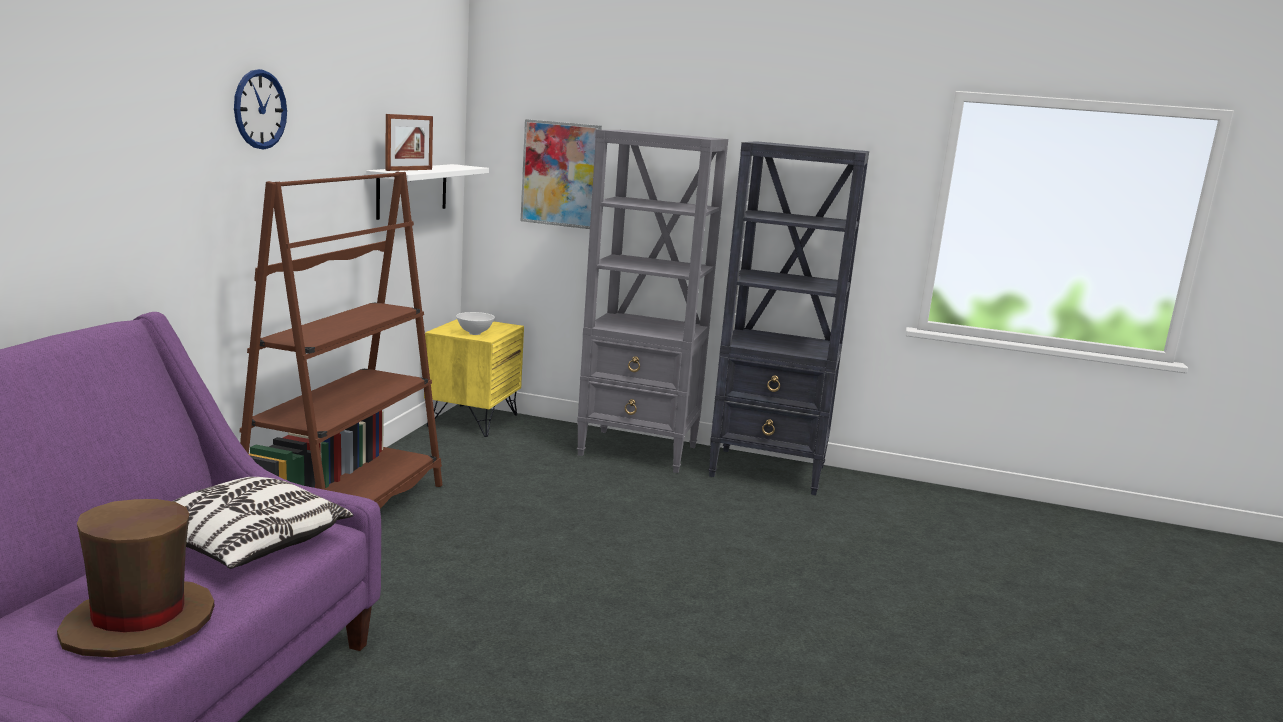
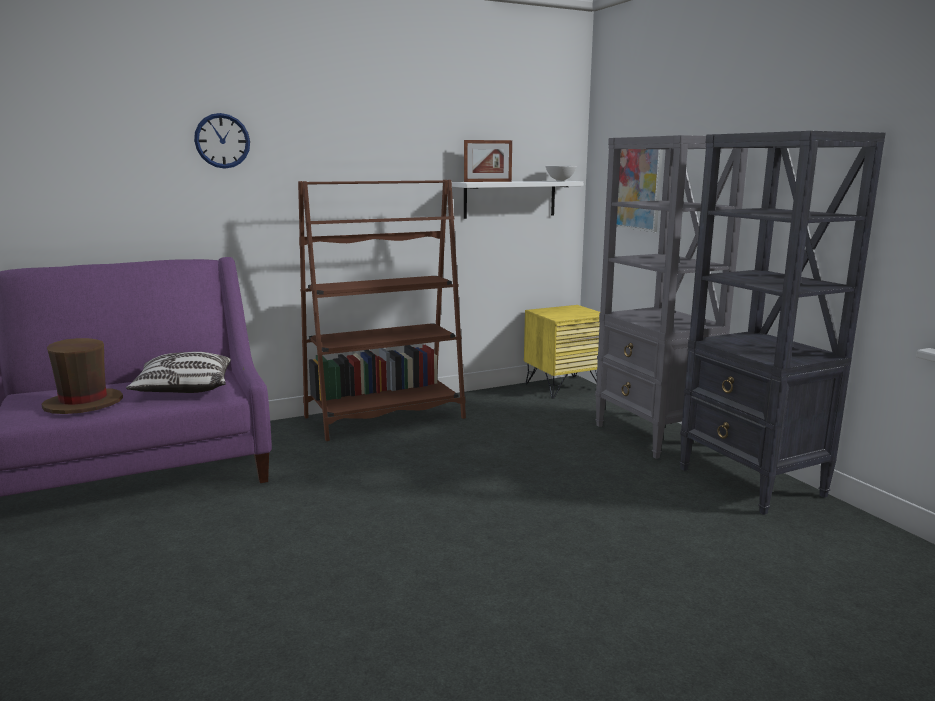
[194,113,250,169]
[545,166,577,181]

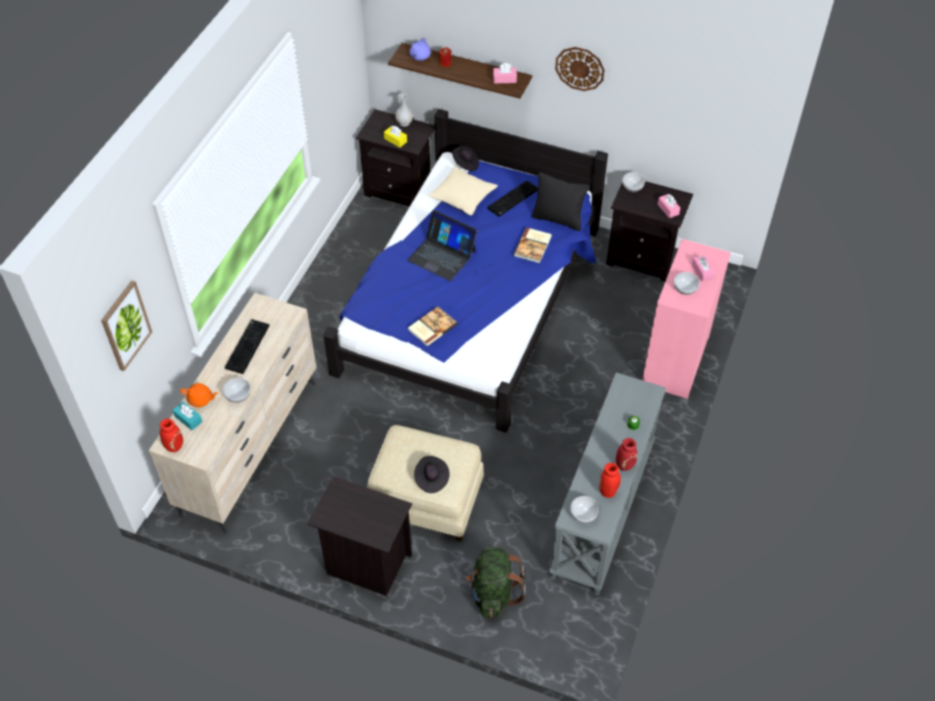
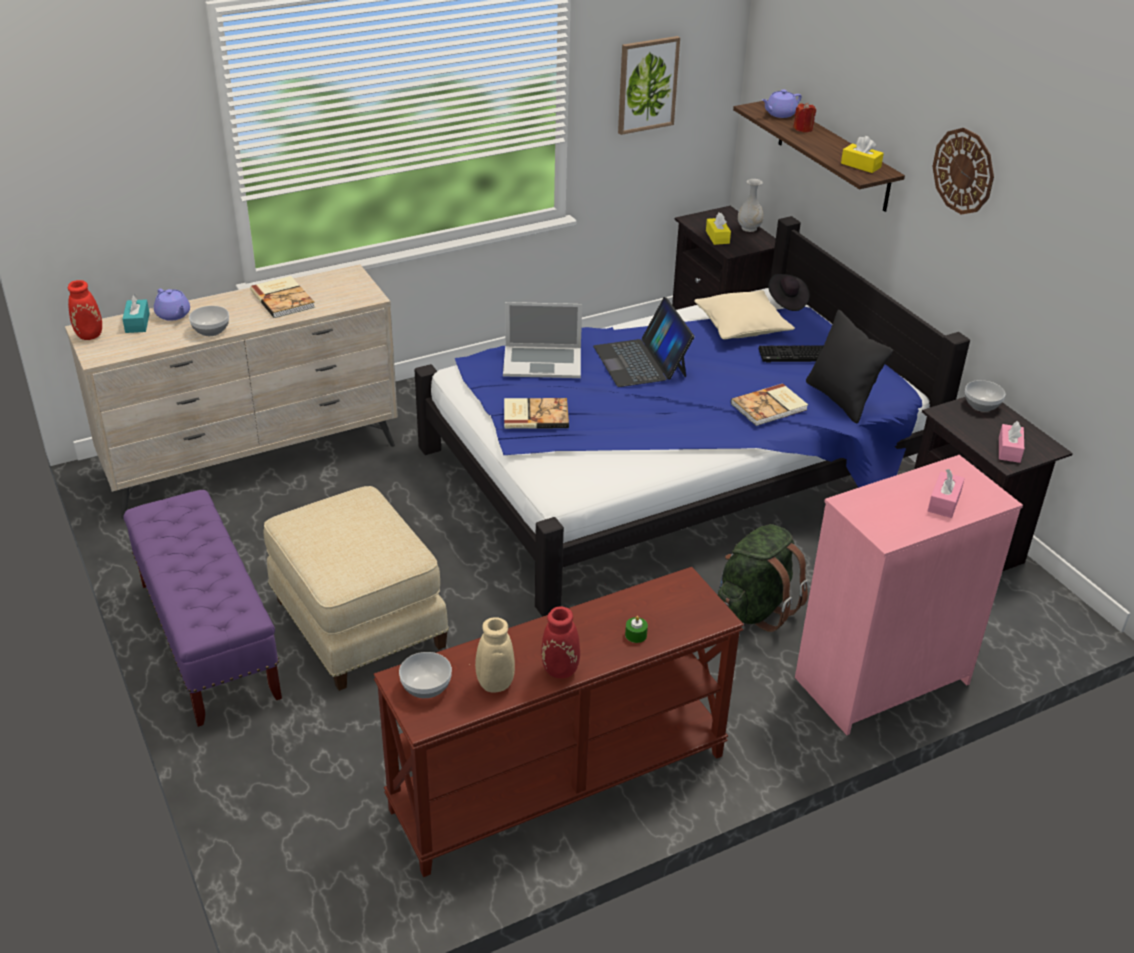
[841,136,884,173]
[674,272,700,295] (first image)
[618,36,680,135]
[250,276,315,318]
[373,567,744,877]
[154,289,190,321]
[414,456,450,493] (first image)
[475,617,515,693]
[123,490,282,727]
[718,524,809,632]
[503,302,582,378]

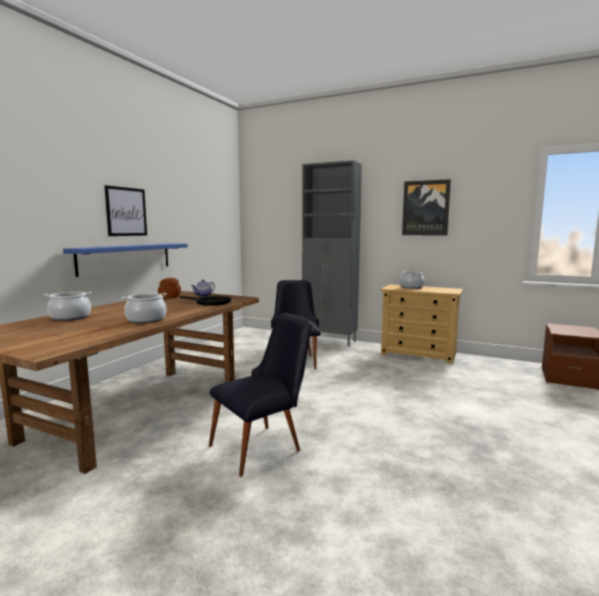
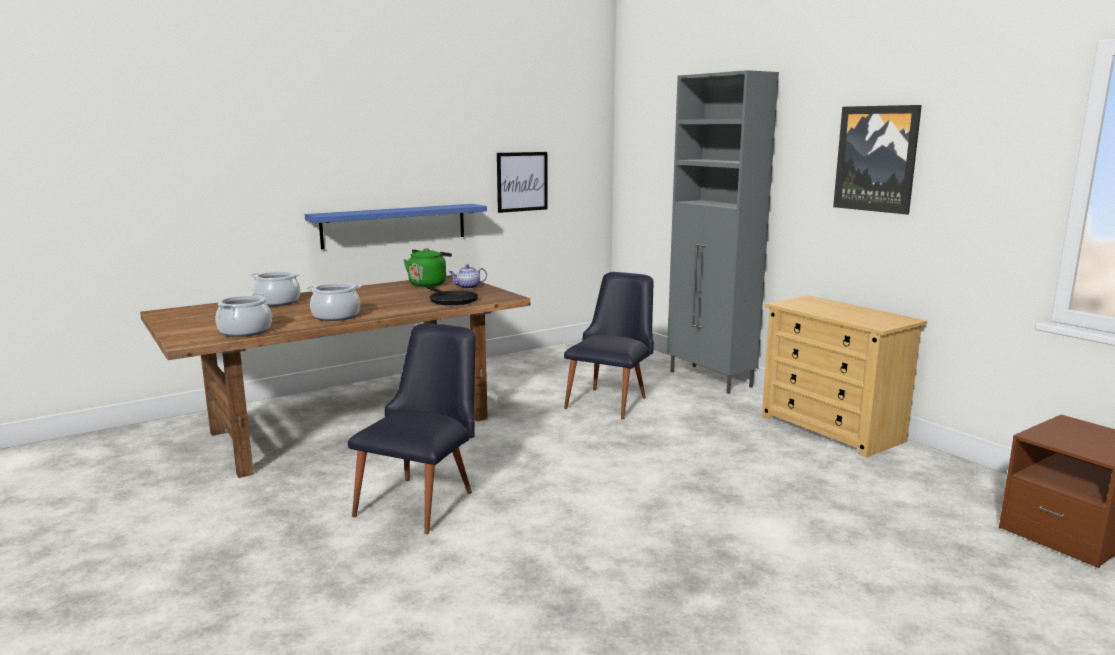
[497,152,547,213]
[215,293,272,337]
[404,248,452,287]
[348,323,475,534]

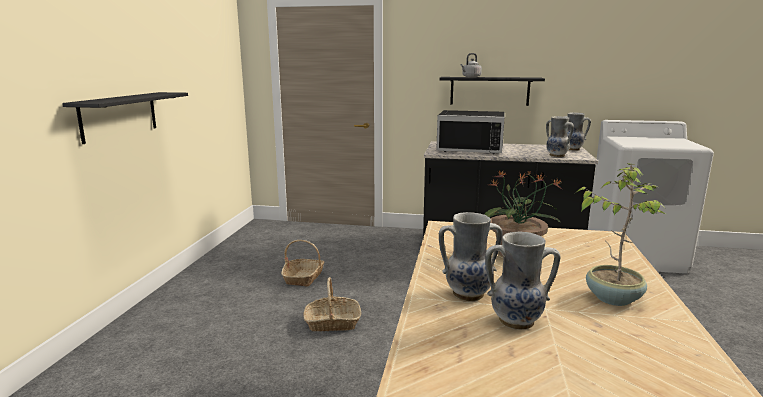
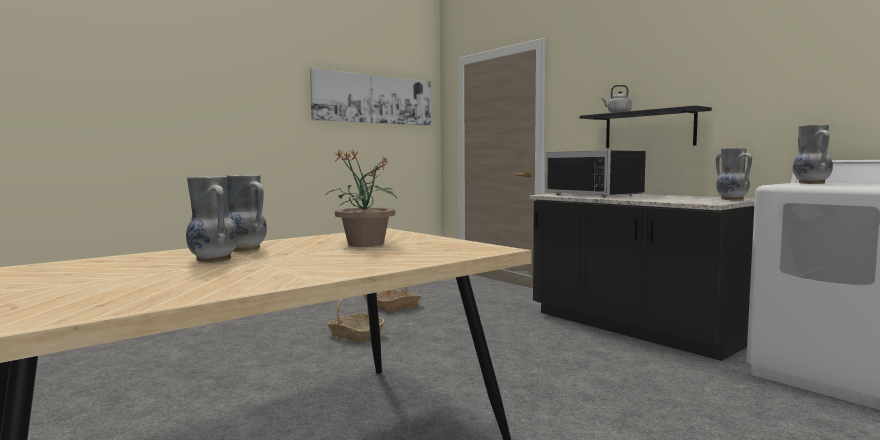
[62,92,188,144] (first image)
[793,125,833,184]
[577,163,668,306] (first image)
[310,68,431,126]

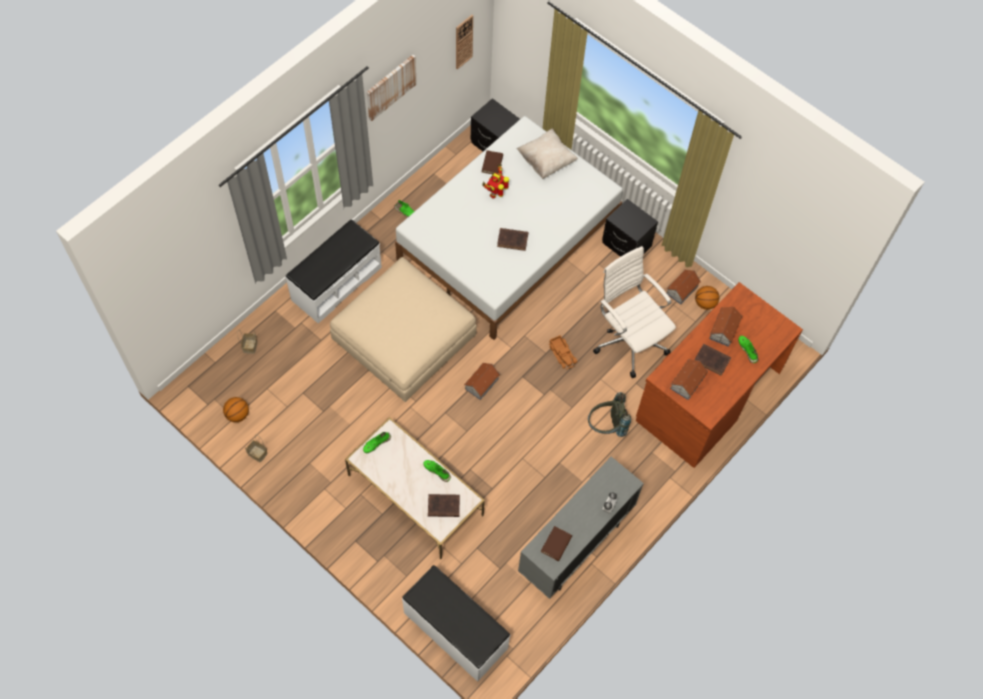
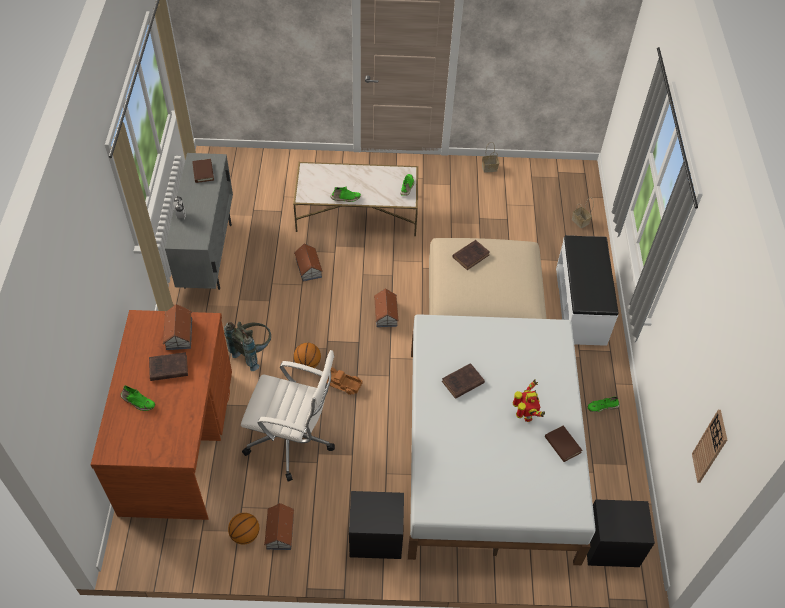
[367,55,417,121] (first image)
[516,129,578,179] (first image)
[294,243,323,282]
[294,343,321,368]
[452,240,490,270]
[402,565,511,682] (first image)

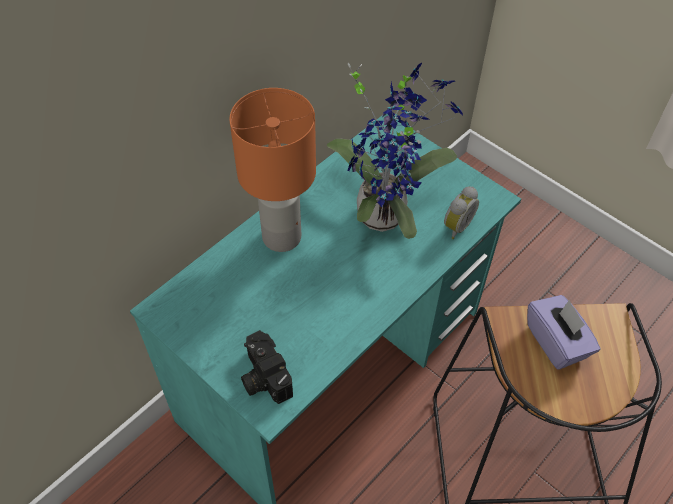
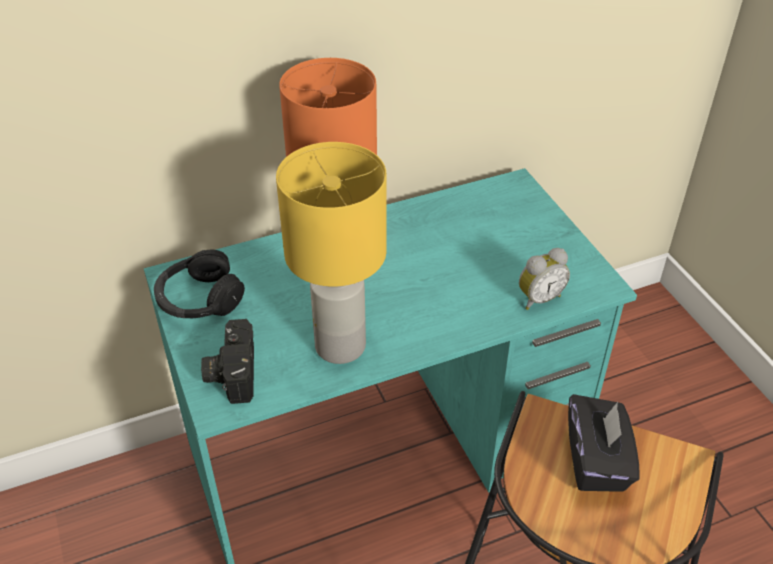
[327,63,463,239] (first image)
[568,394,640,492]
[276,142,387,364]
[154,250,245,318]

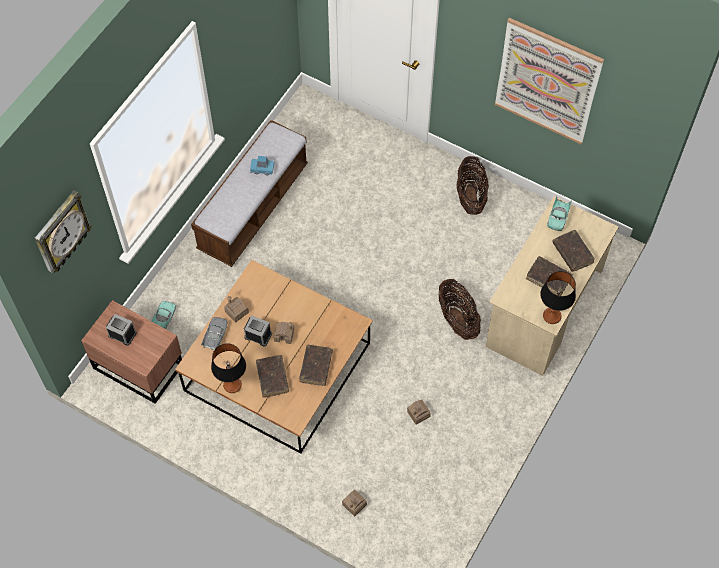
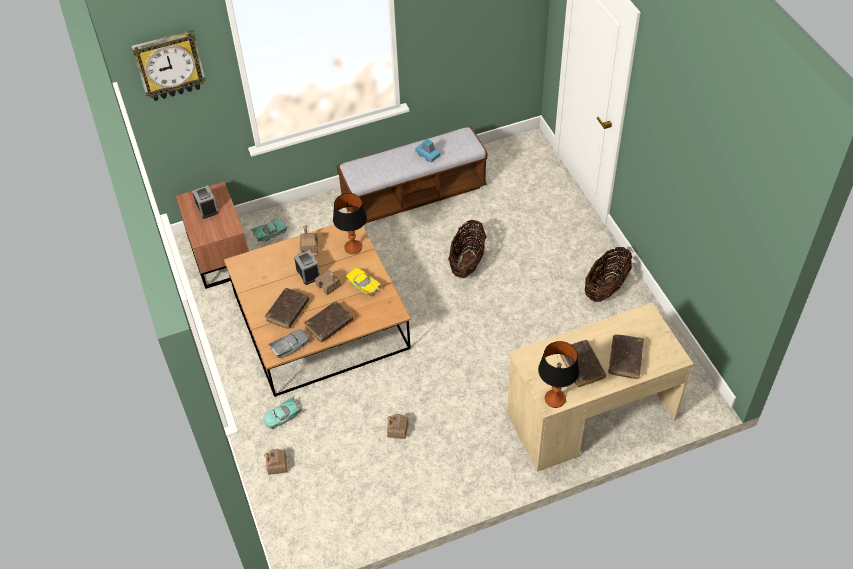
[495,18,604,144] (first image)
[263,396,302,429]
[448,220,486,278]
[268,329,309,358]
[333,193,367,254]
[346,268,381,296]

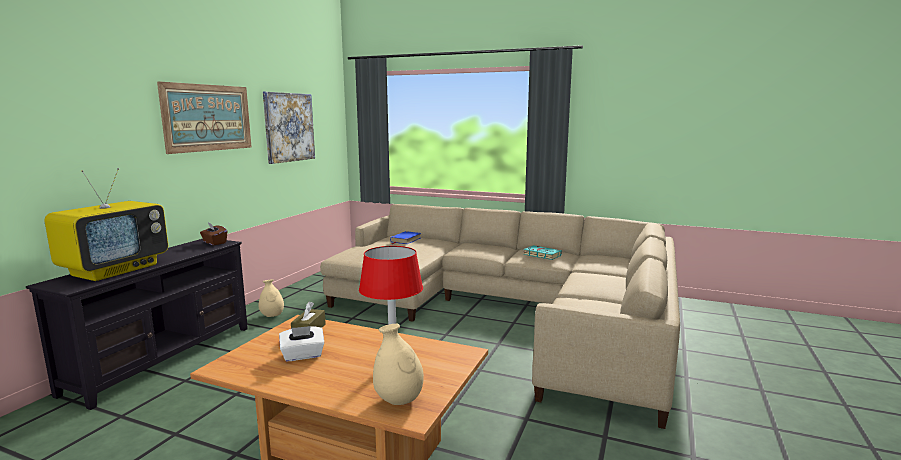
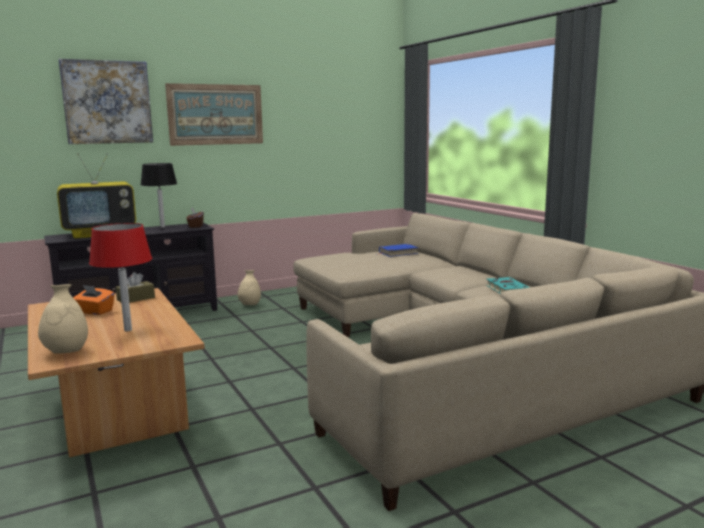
[58,59,153,144]
[73,285,115,315]
[141,163,177,228]

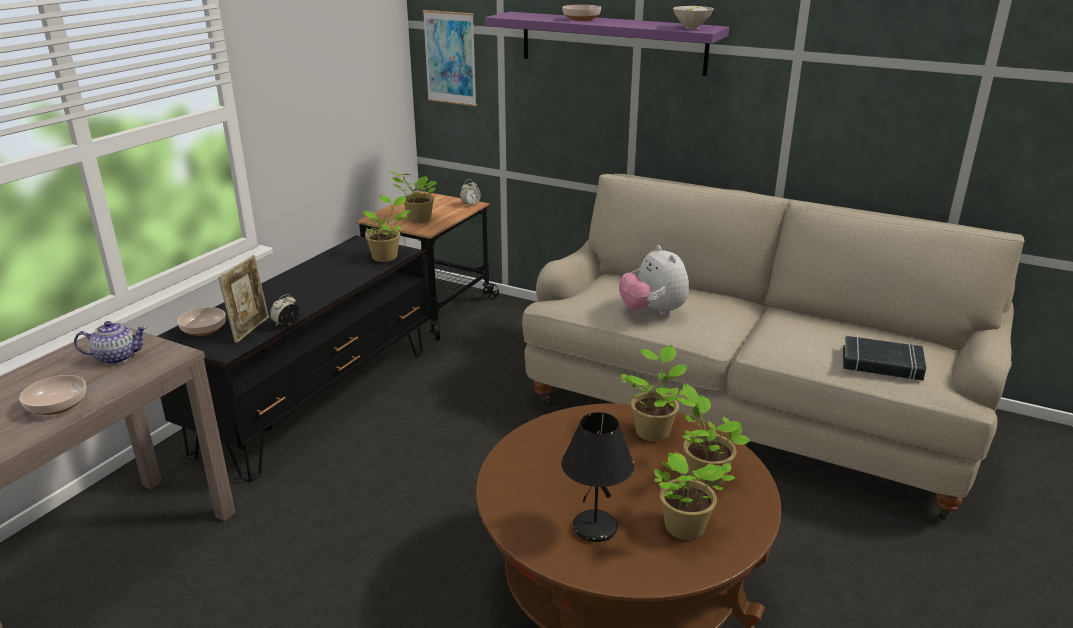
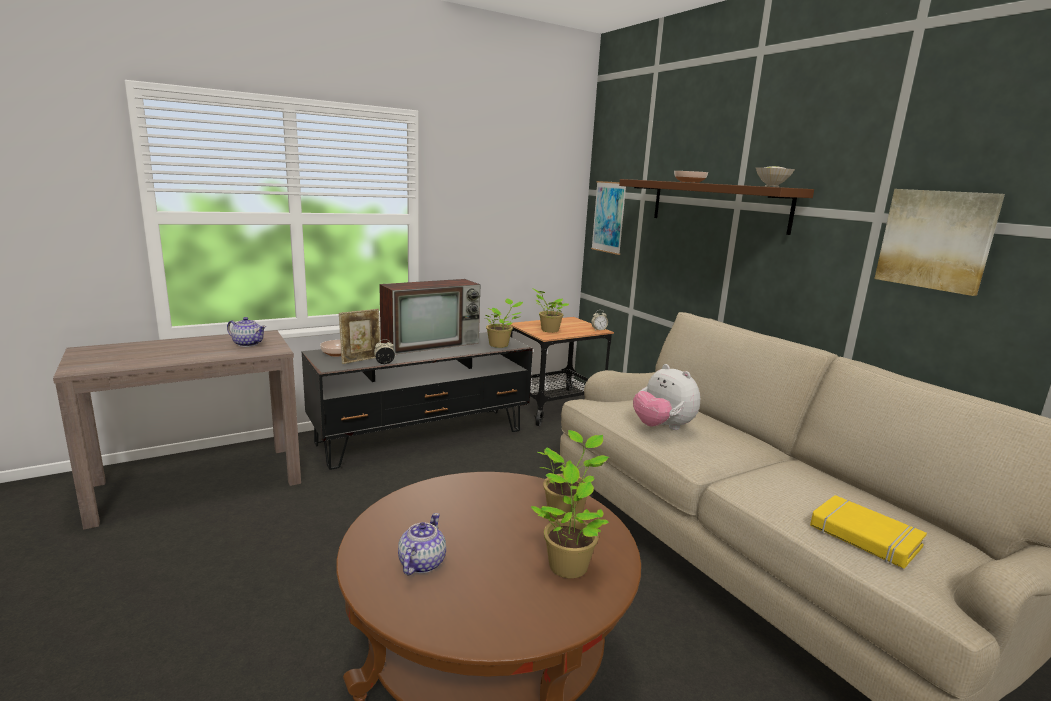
[619,179,814,235]
[633,364,700,430]
[810,495,927,569]
[19,375,86,415] (first image)
[398,513,446,575]
[654,452,736,540] (first image)
[874,189,1005,296]
[379,279,480,354]

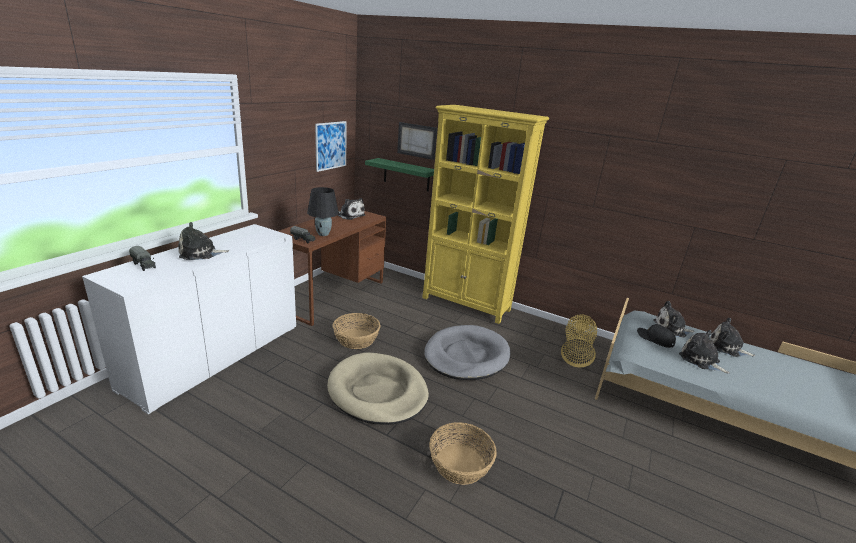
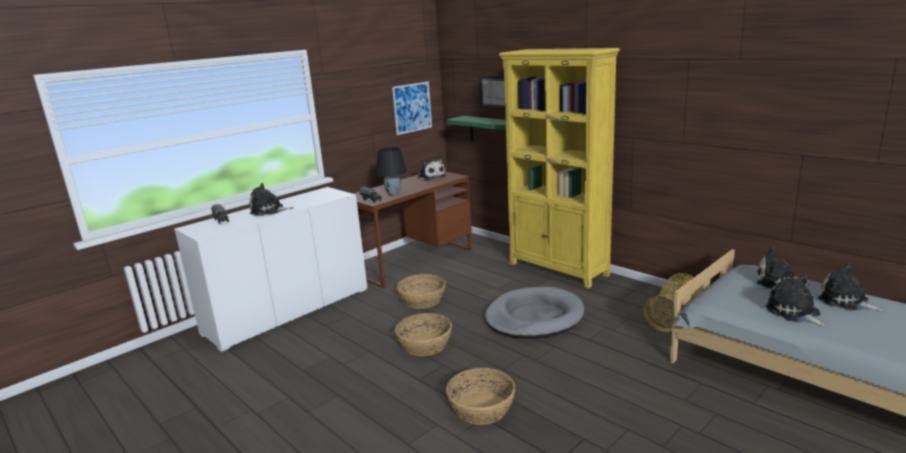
[637,324,676,348] (first image)
[395,313,452,356]

